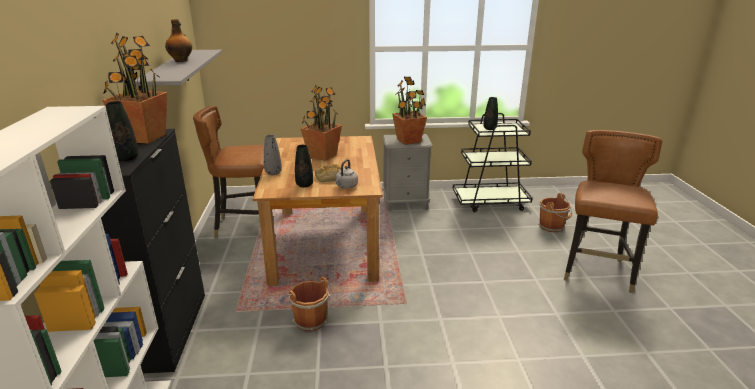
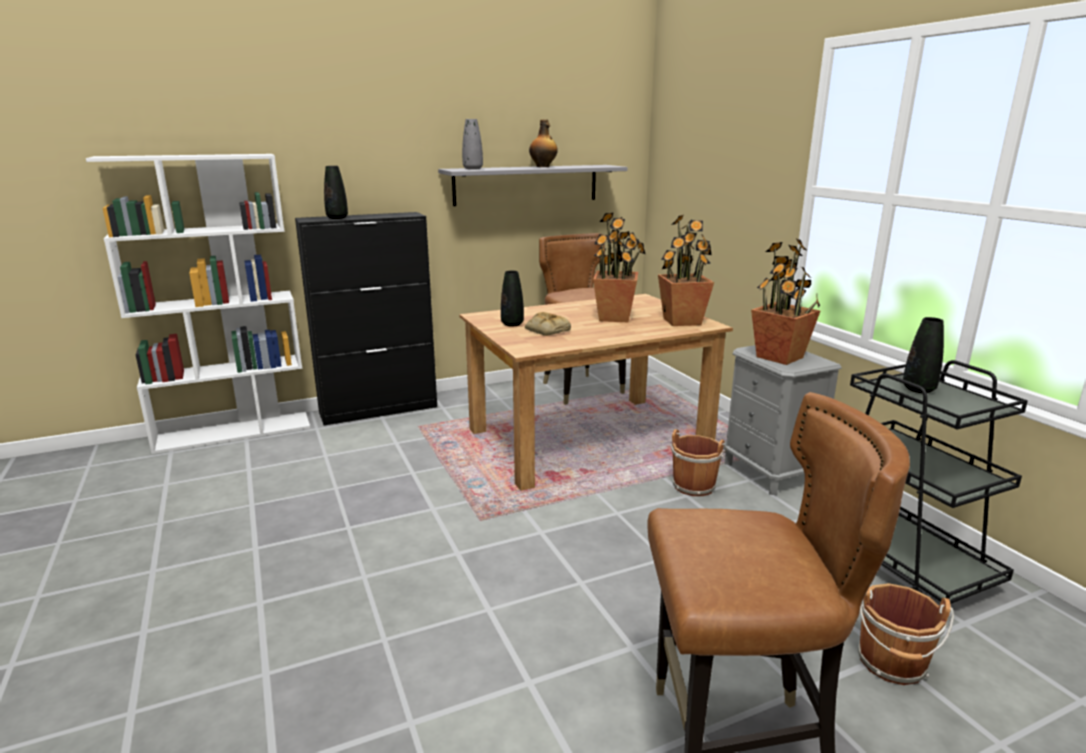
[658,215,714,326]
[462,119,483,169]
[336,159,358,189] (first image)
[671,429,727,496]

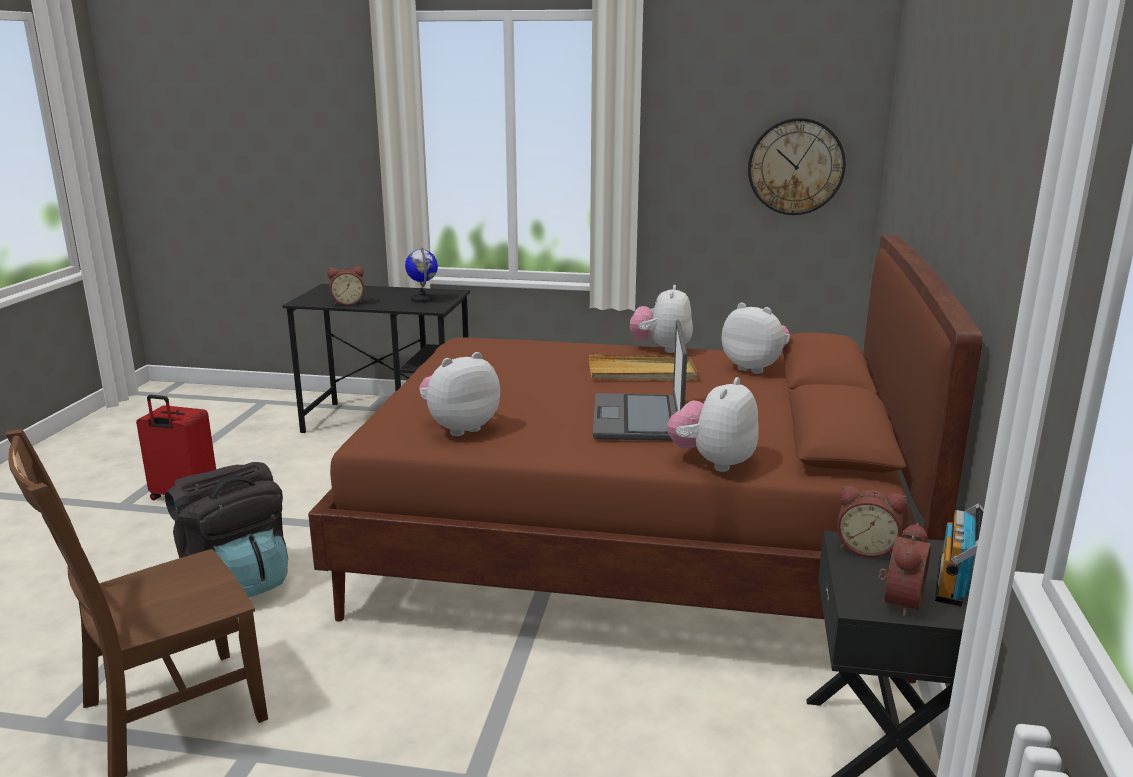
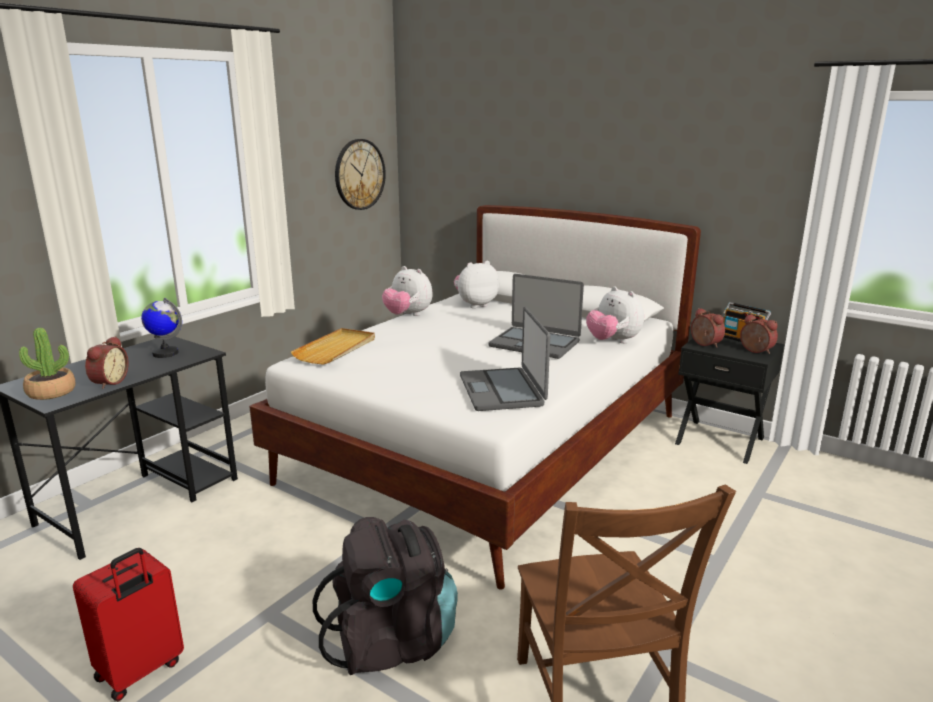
[249,205,701,590]
[460,307,550,411]
[291,328,375,365]
[691,308,725,348]
[19,328,75,400]

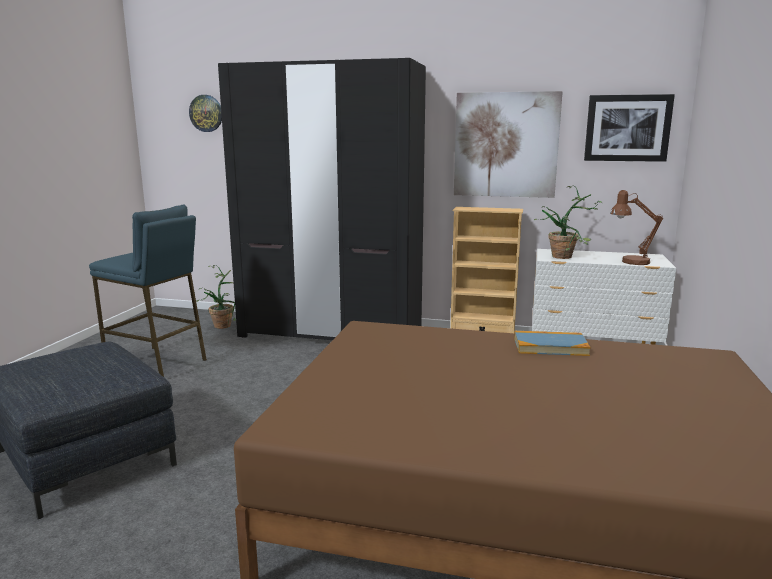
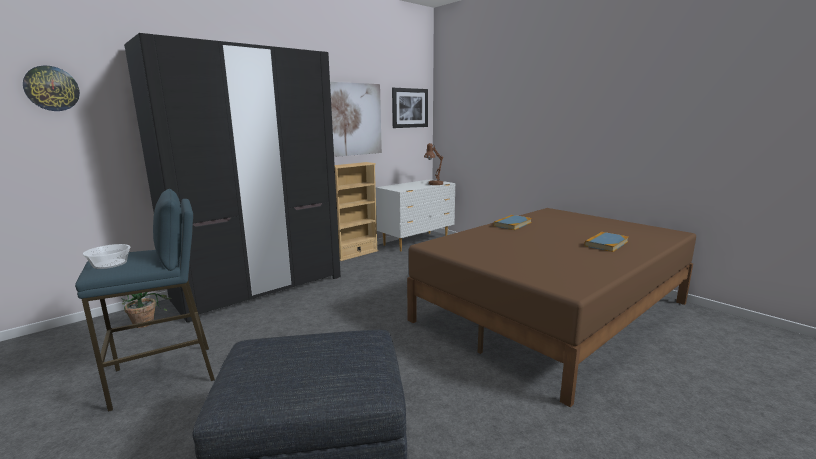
[534,186,602,259] (first image)
[584,232,628,252]
[83,244,130,269]

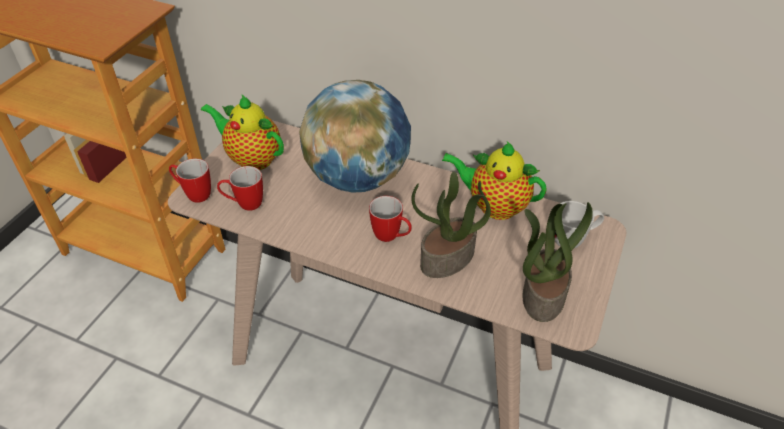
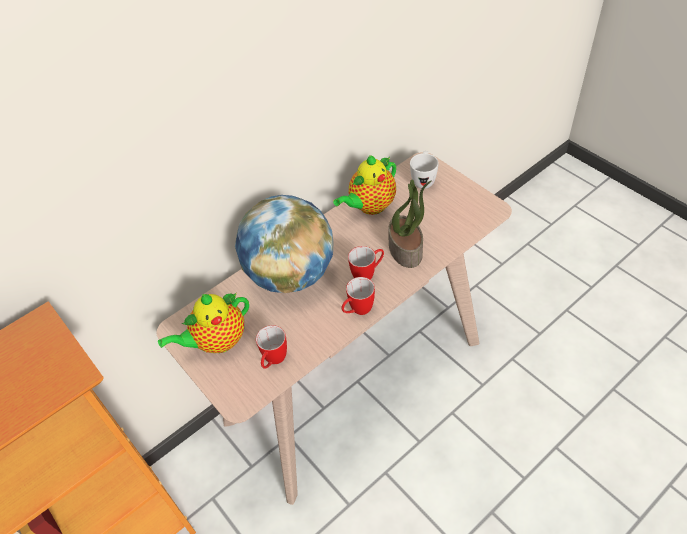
[342,277,375,315]
[523,202,593,322] (first image)

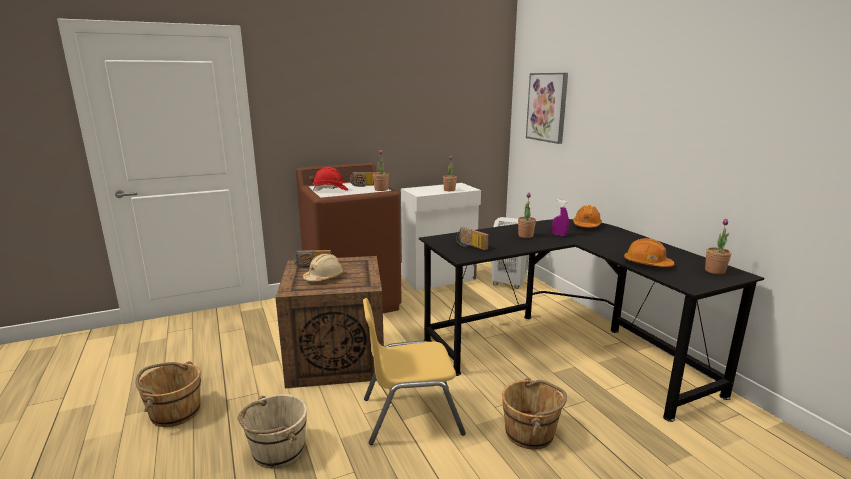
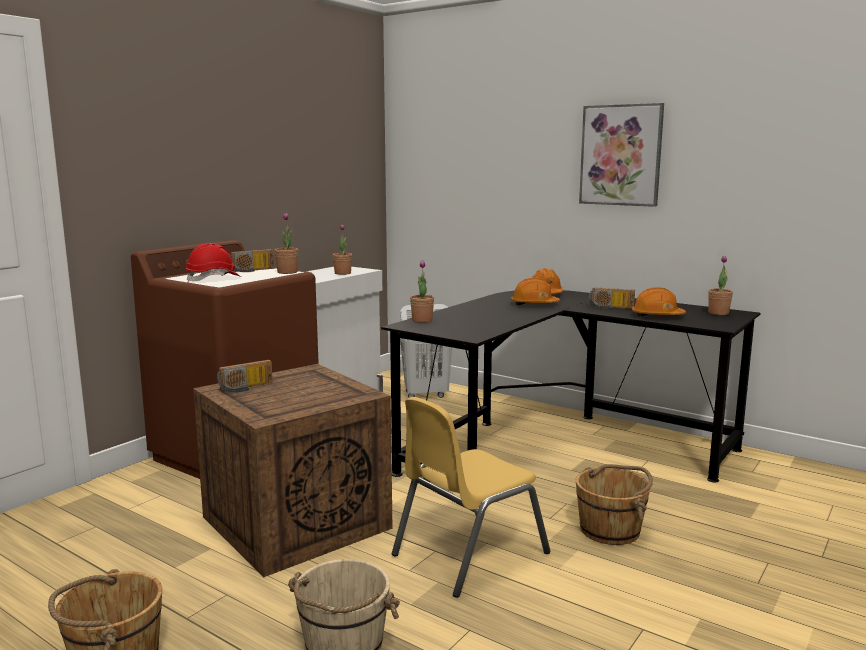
[579,103,664,207]
[410,261,434,323]
[511,277,560,305]
[589,287,635,309]
[303,254,344,281] (first image)

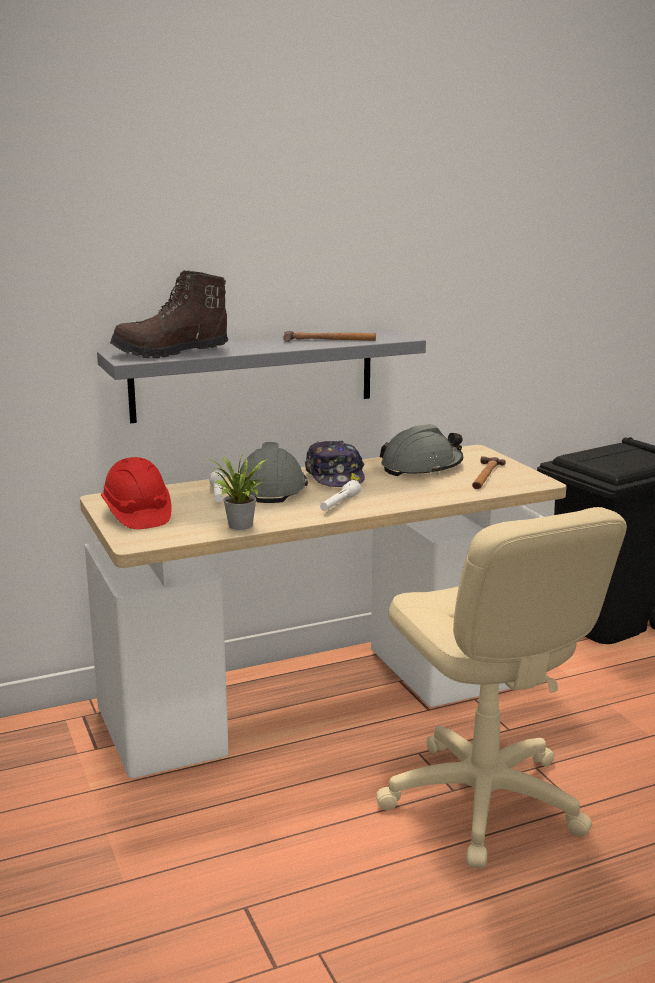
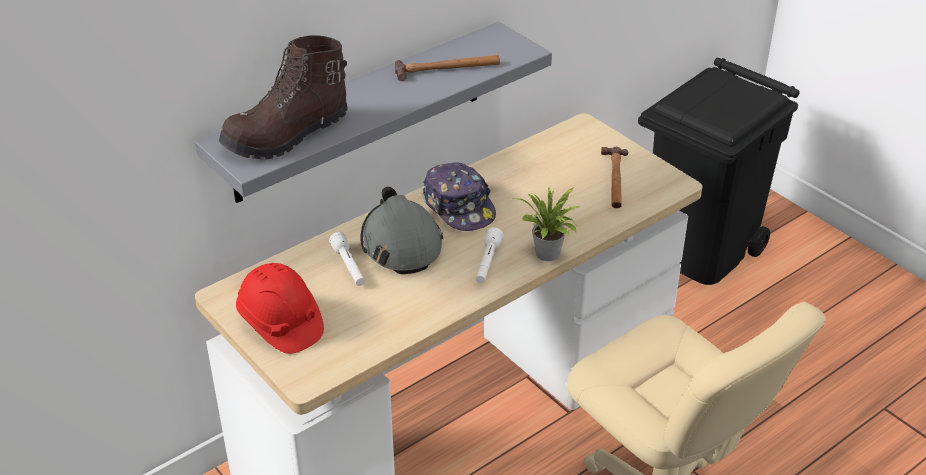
[380,424,463,476] (first image)
[513,186,578,261]

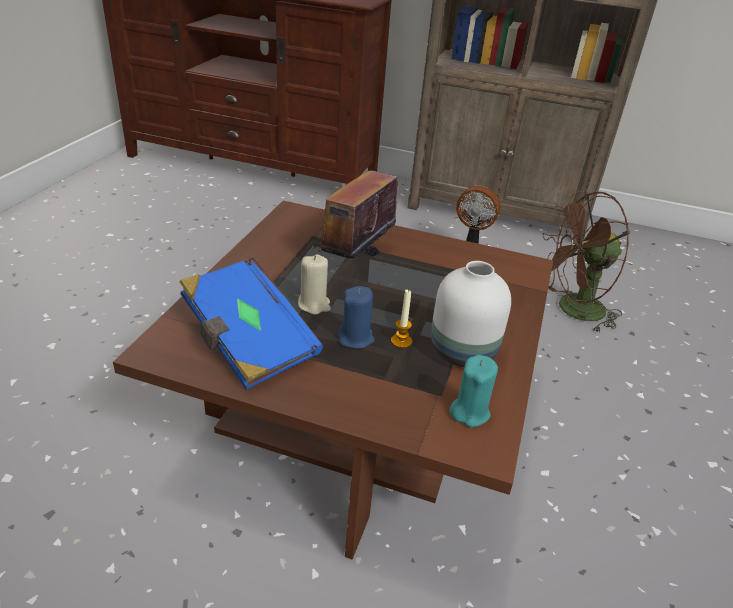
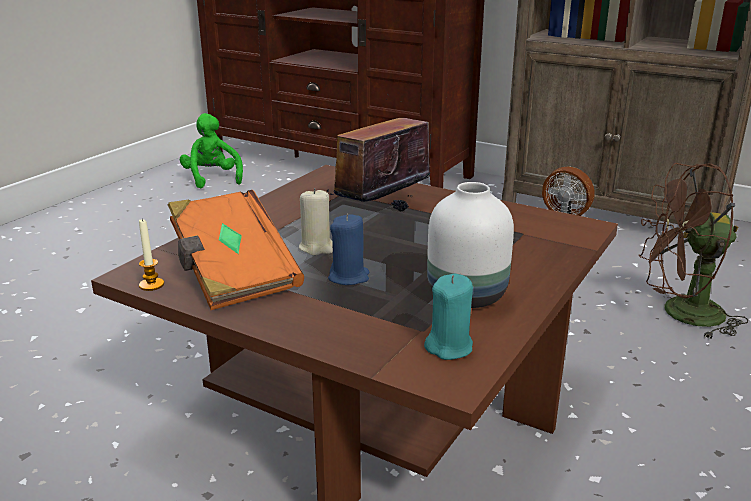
[168,190,304,310]
[139,218,164,291]
[180,113,243,189]

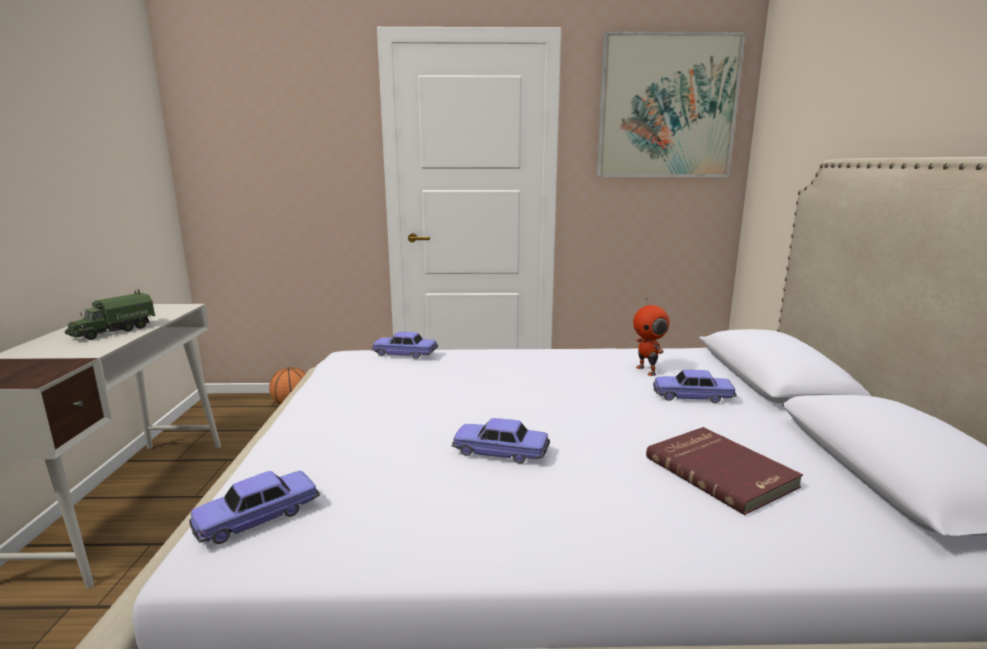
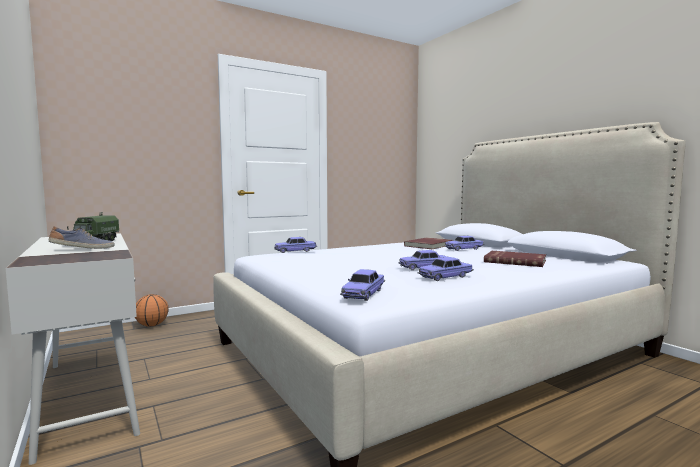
[597,31,746,177] (first image)
[404,238,453,249]
[49,226,115,249]
[418,257,474,281]

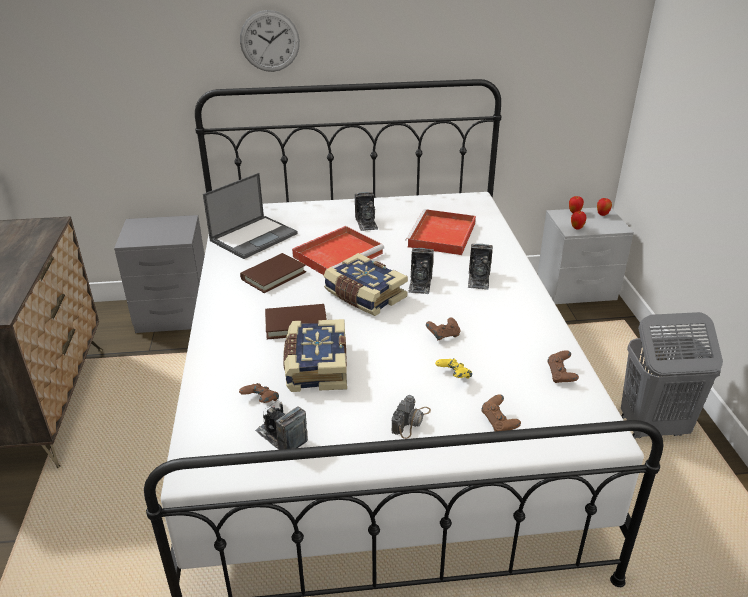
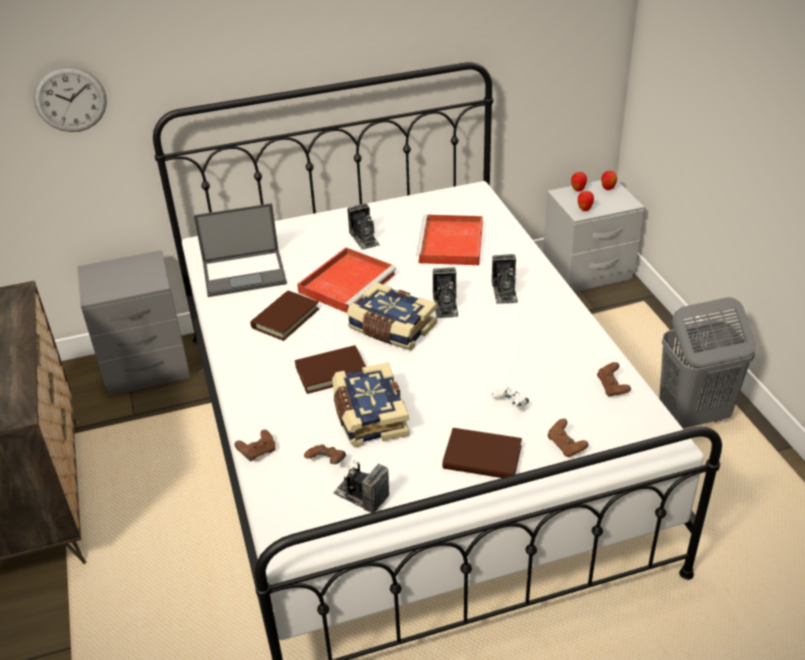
[33,66,107,132]
[194,203,287,297]
[234,430,276,461]
[490,387,529,407]
[442,428,522,478]

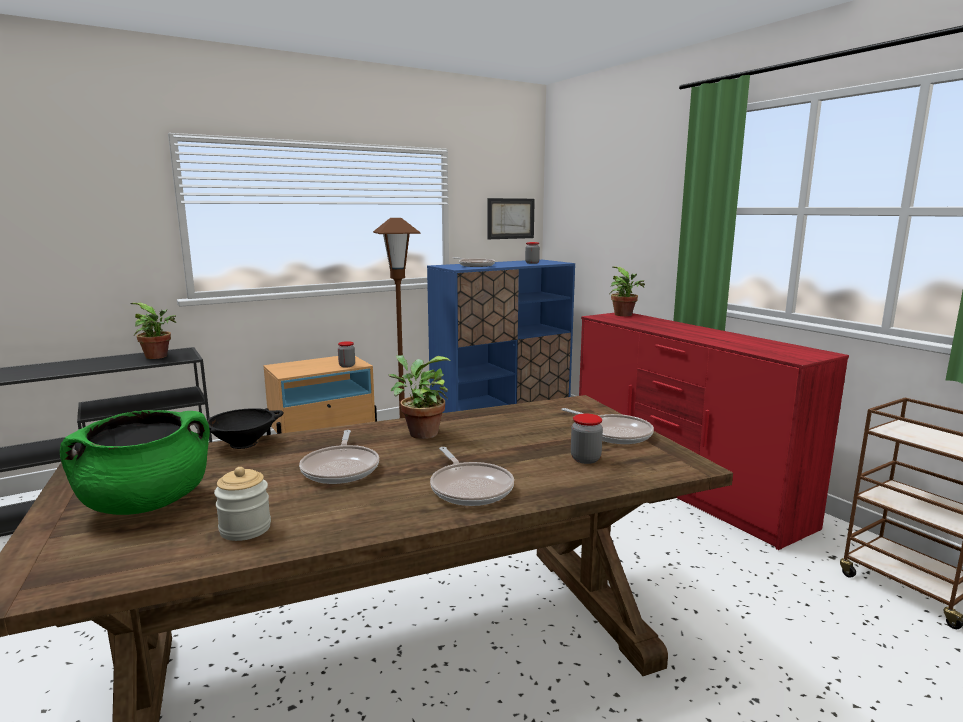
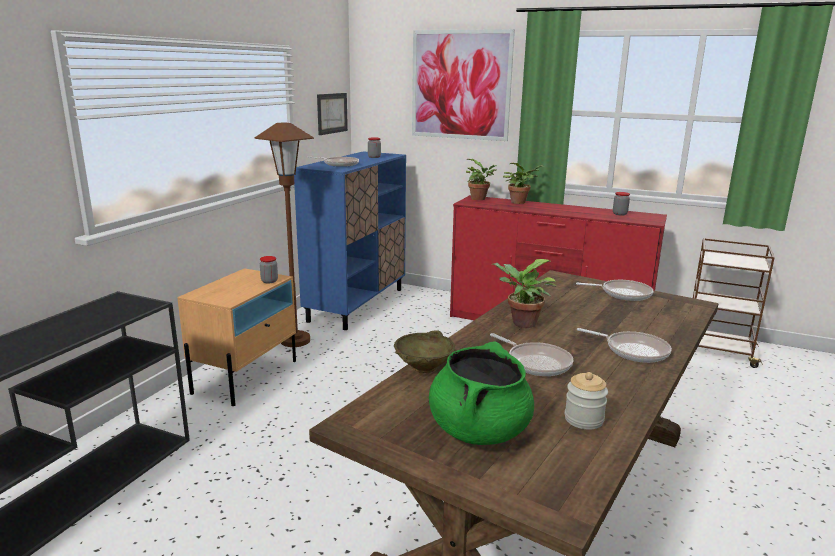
[503,163,544,204]
[394,330,455,373]
[613,192,630,215]
[412,29,515,141]

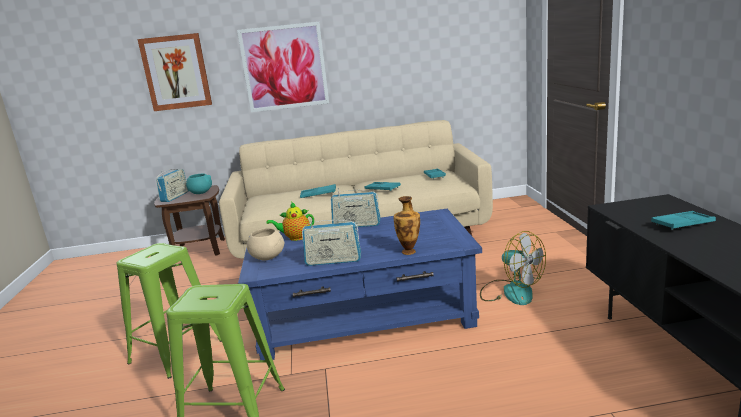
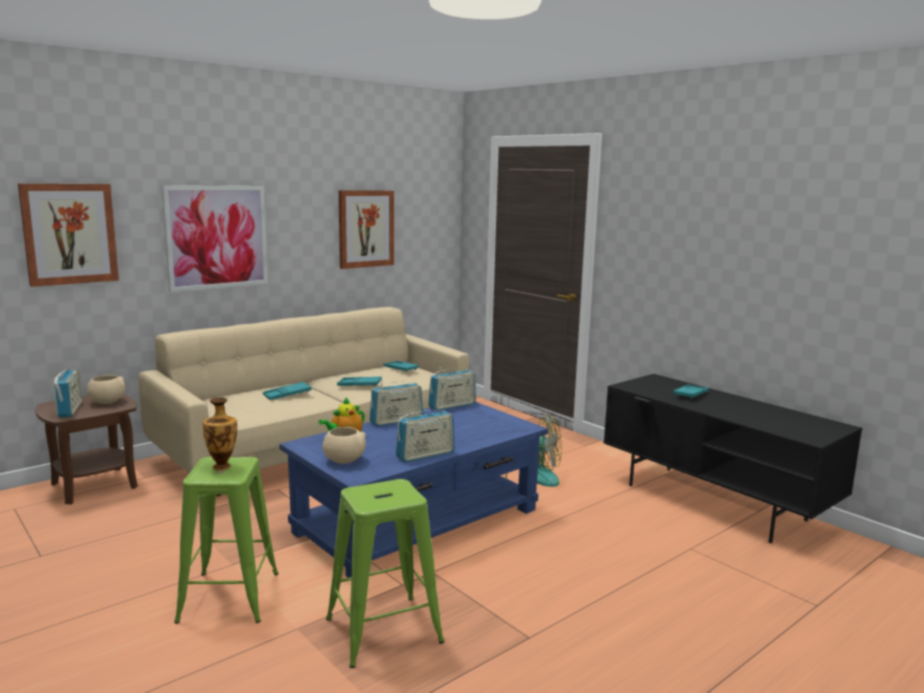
[87,375,125,404]
[203,397,237,470]
[339,190,394,269]
[428,367,476,411]

